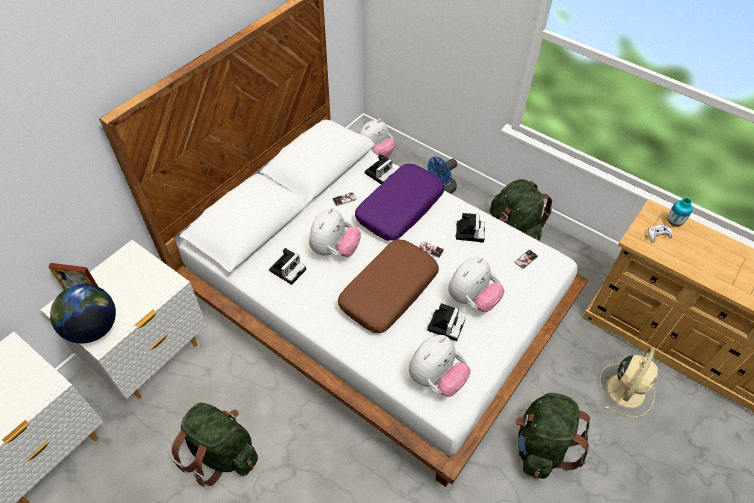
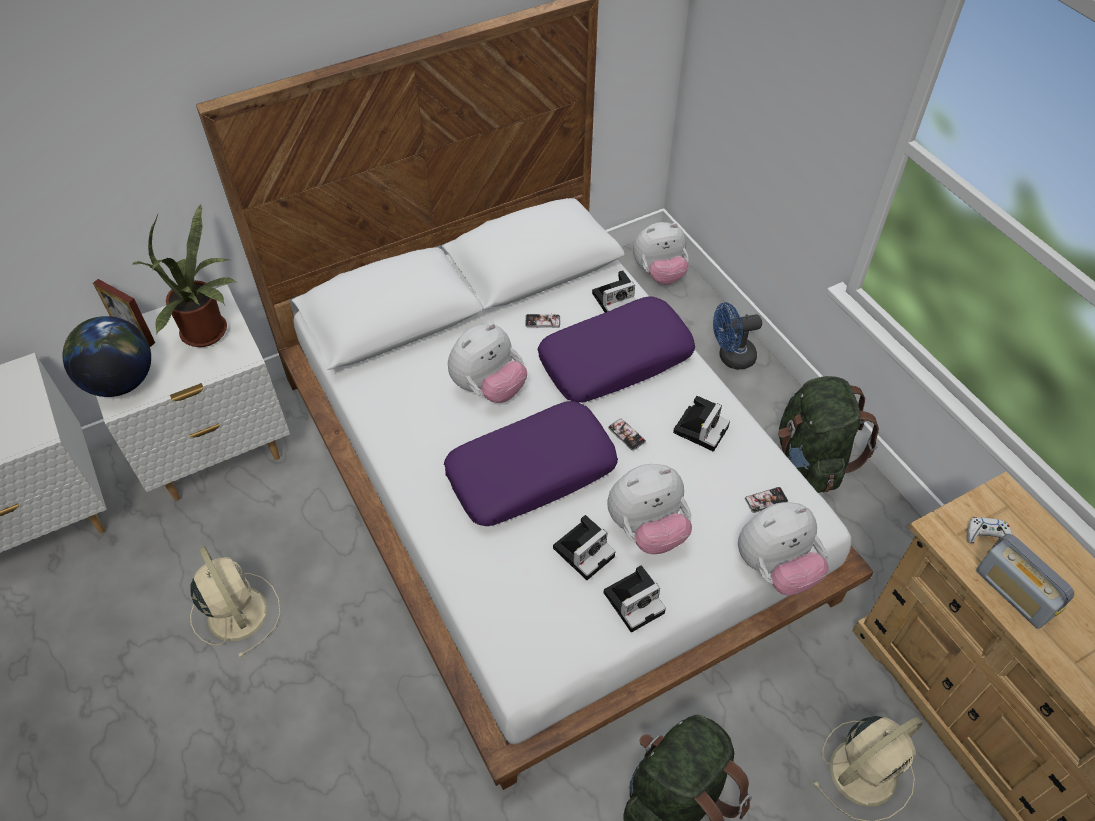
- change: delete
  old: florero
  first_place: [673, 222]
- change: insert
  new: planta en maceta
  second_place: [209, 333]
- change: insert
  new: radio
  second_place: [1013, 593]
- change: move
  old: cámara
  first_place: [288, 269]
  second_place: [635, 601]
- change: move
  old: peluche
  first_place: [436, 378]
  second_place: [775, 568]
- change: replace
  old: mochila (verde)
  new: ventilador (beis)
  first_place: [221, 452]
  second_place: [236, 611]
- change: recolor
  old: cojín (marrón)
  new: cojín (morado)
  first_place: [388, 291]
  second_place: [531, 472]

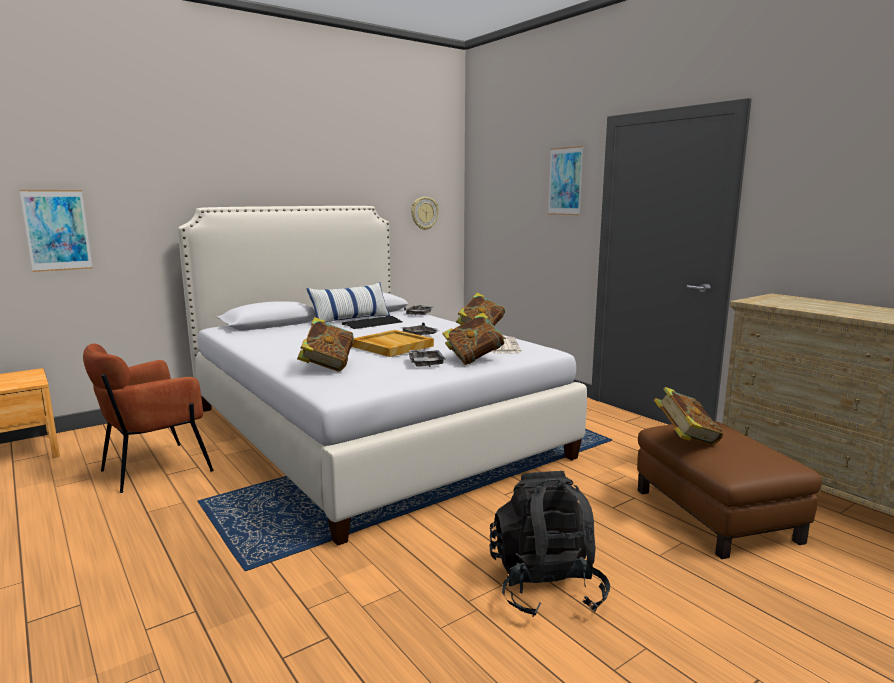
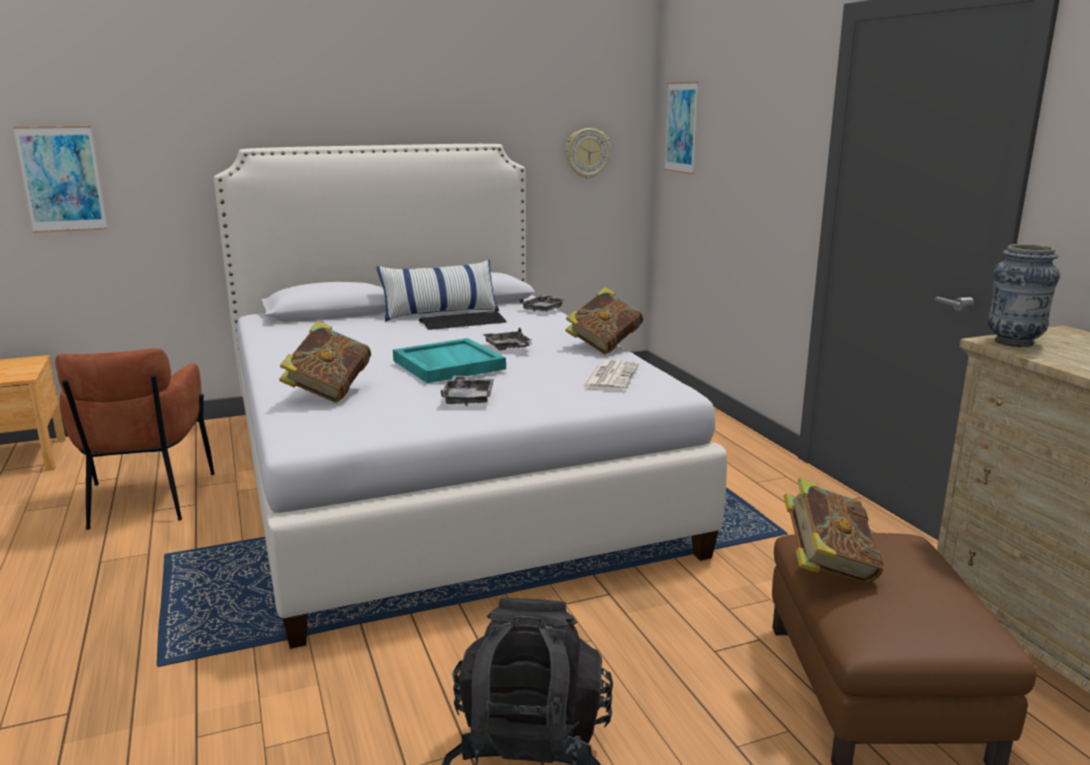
- change: delete
  old: libro
  first_place: [474, 359]
- change: insert
  new: florero
  second_place: [1014, 342]
- change: move
  old: cuadro
  first_place: [565, 181]
  second_place: [681, 127]
- change: recolor
  old: bandeja (beis)
  new: bandeja (turquesa)
  first_place: [391, 346]
  second_place: [447, 364]
- change: rotate
  old: sillón (marrón)
  first_place: [155, 469]
  second_place: [145, 501]
  degrees: -75

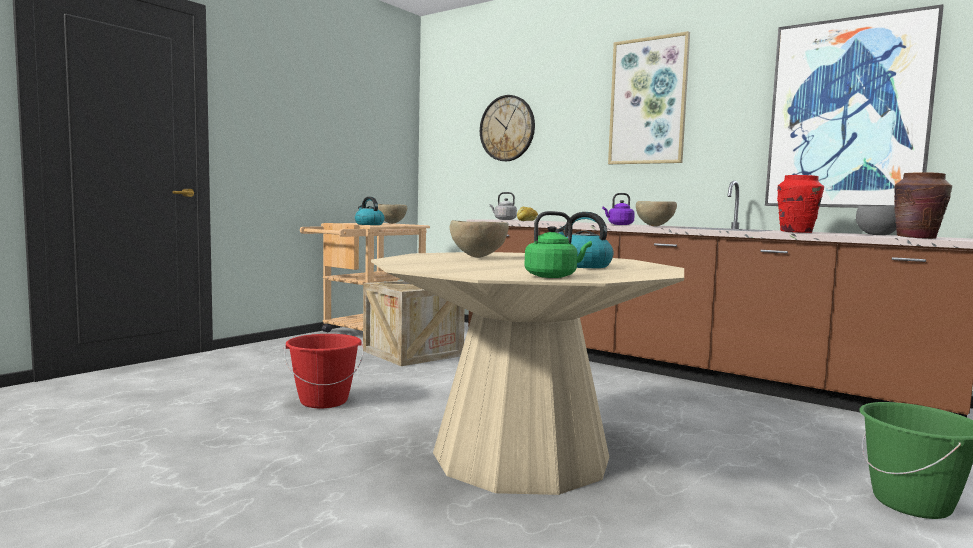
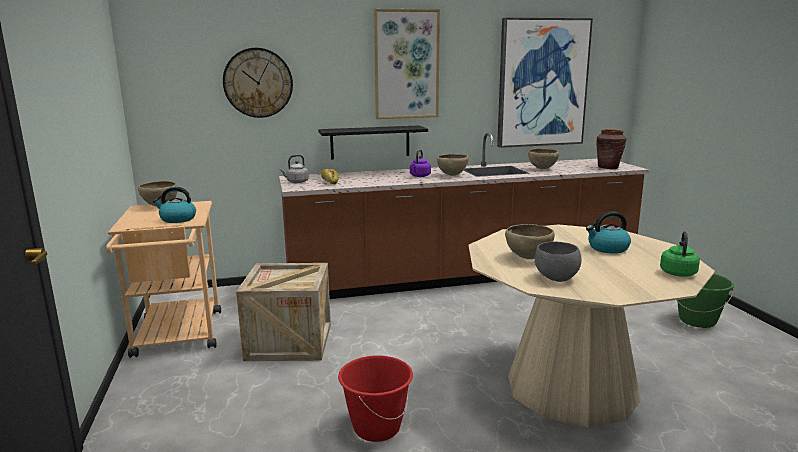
- change: insert
  new: estante (negro)
  second_place: [370, 142]
- change: move
  old: cuenco (gris)
  first_place: [877, 235]
  second_place: [557, 278]
- change: replace
  old: florero (rojo)
  new: cuenco (marrón)
  first_place: [796, 232]
  second_place: [542, 169]

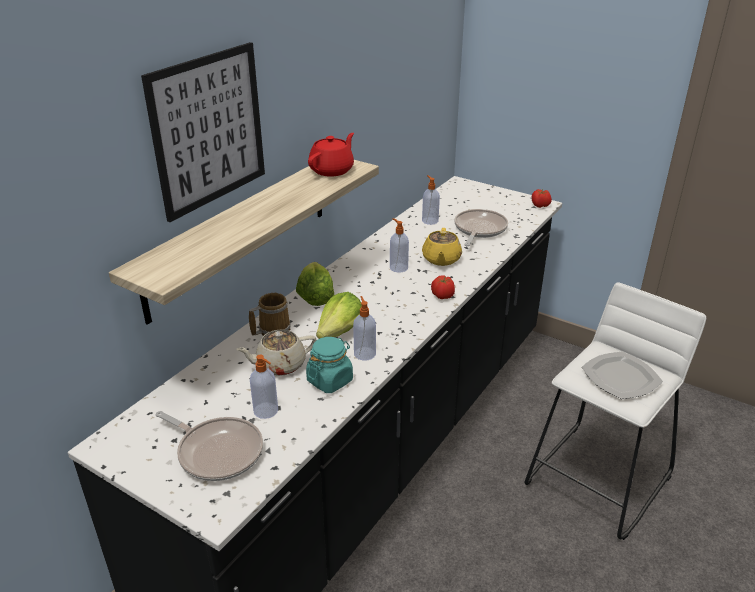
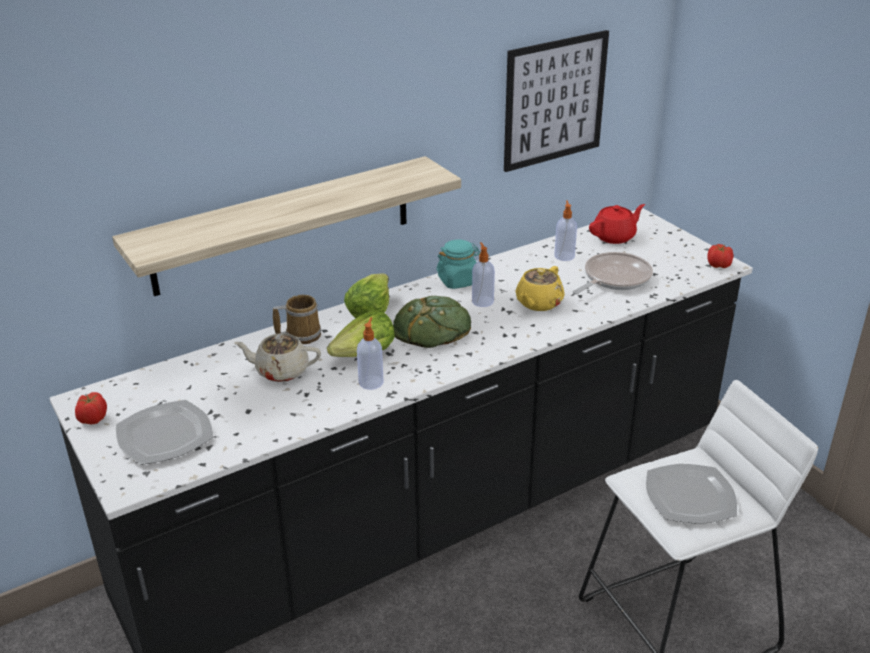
- change: delete
  old: dispensador de jabón
  first_place: [266, 411]
- change: insert
  new: pan
  second_place: [432, 329]
- change: move
  old: cuadro
  first_place: [209, 130]
  second_place: [555, 100]
- change: move
  old: tarro (turquesa)
  first_place: [330, 380]
  second_place: [458, 281]
- change: move
  old: tetera (rojo)
  first_place: [332, 170]
  second_place: [614, 237]
- change: move
  old: tomate
  first_place: [442, 296]
  second_place: [93, 419]
- change: replace
  old: sartén
  new: plato
  first_place: [217, 452]
  second_place: [165, 434]

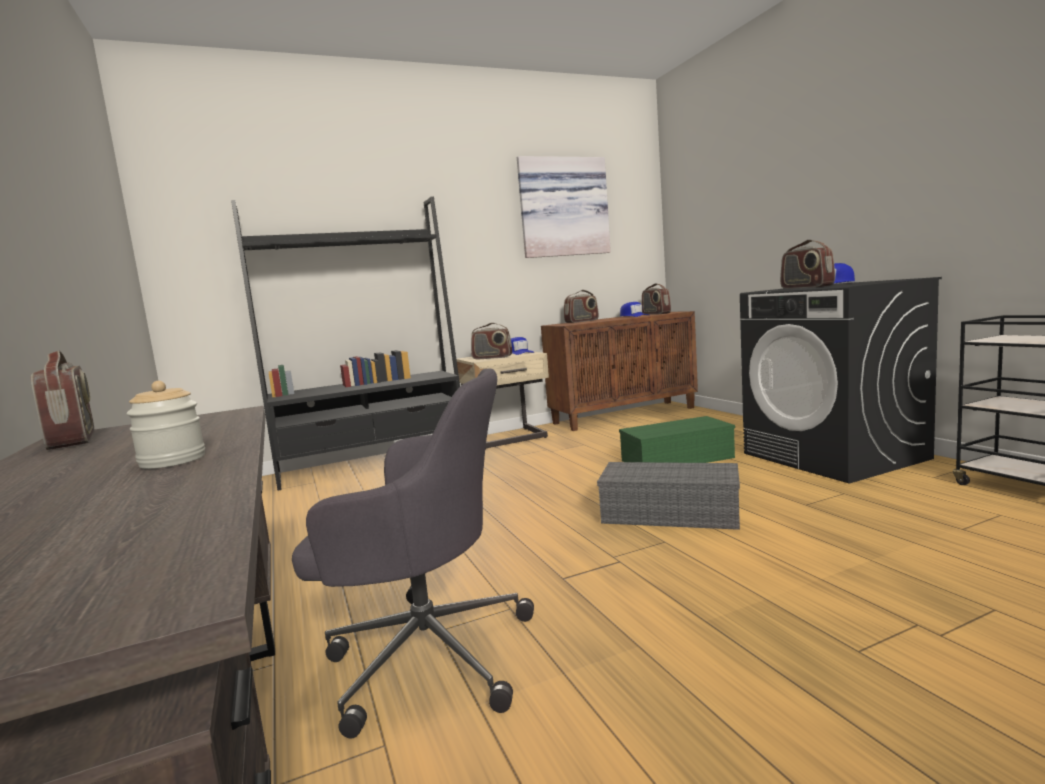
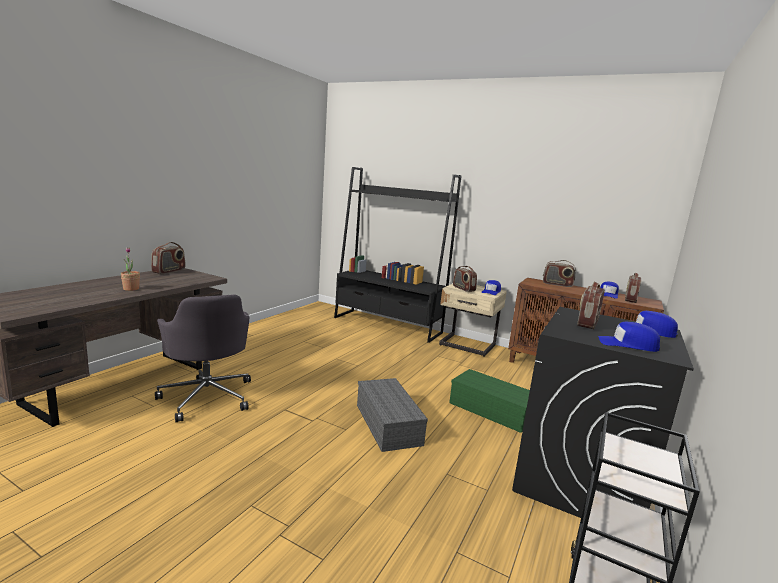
- change: delete
  old: cuadro
  first_place: [562, 207]
- change: insert
  new: gorra (azul)
  second_place: [627, 344]
- change: replace
  old: tarro
  new: planta en maceta
  first_place: [172, 460]
  second_place: [131, 289]

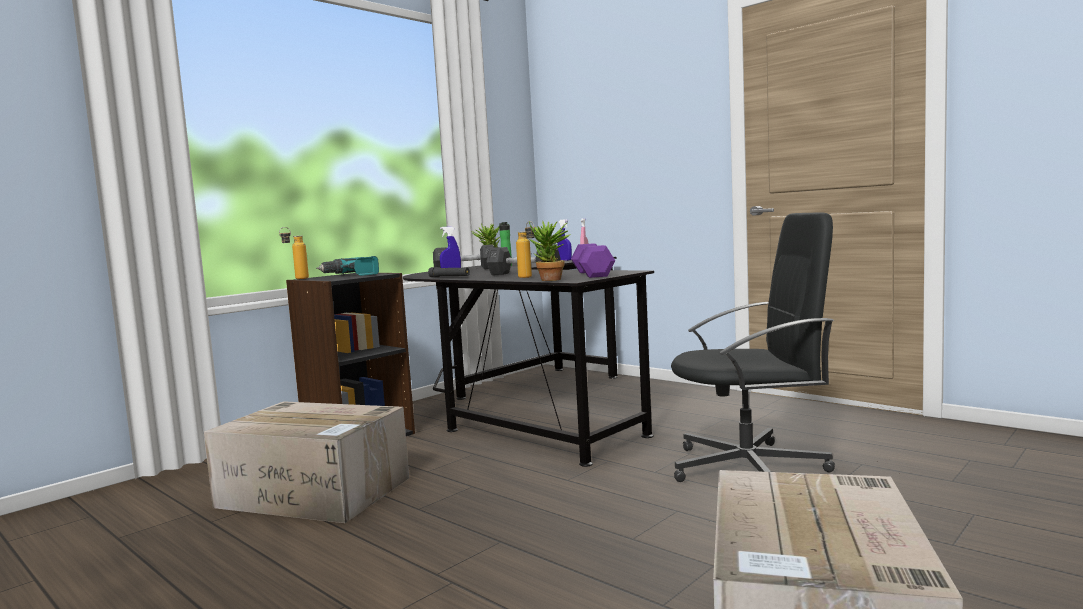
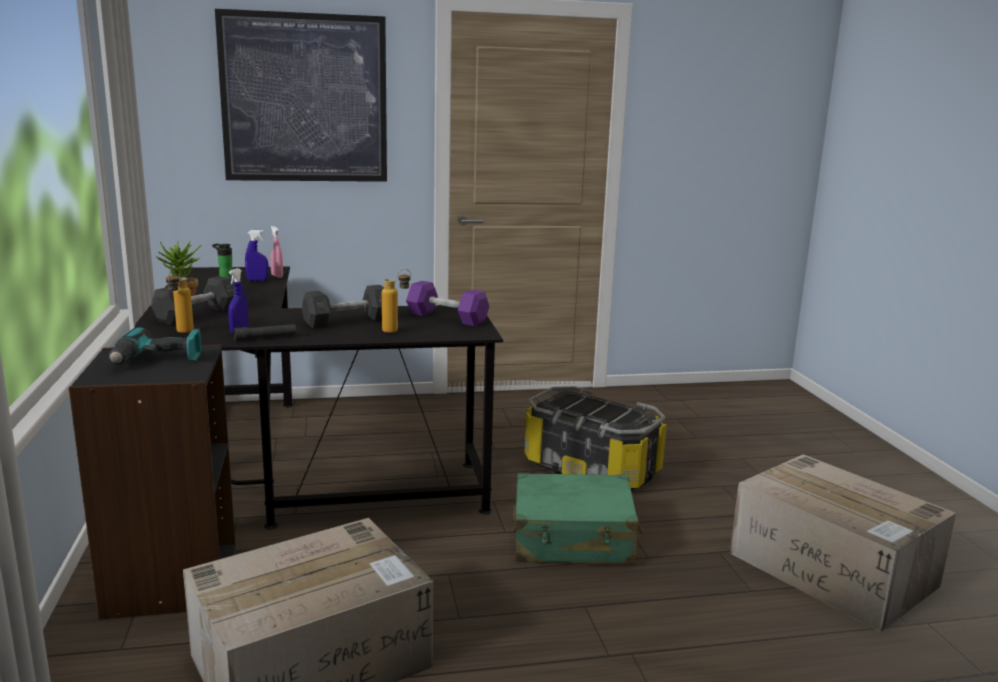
- change: delete
  old: planta en maceta
  first_place: [550, 280]
- change: insert
  new: cuadro
  second_place: [305, 99]
- change: insert
  new: maleta (verde)
  second_place: [573, 539]
- change: move
  old: botella
  first_place: [296, 279]
  second_place: [181, 333]
- change: replace
  old: silla de oficina (negro)
  new: caja de almacenaje
  first_place: [750, 468]
  second_place: [592, 468]

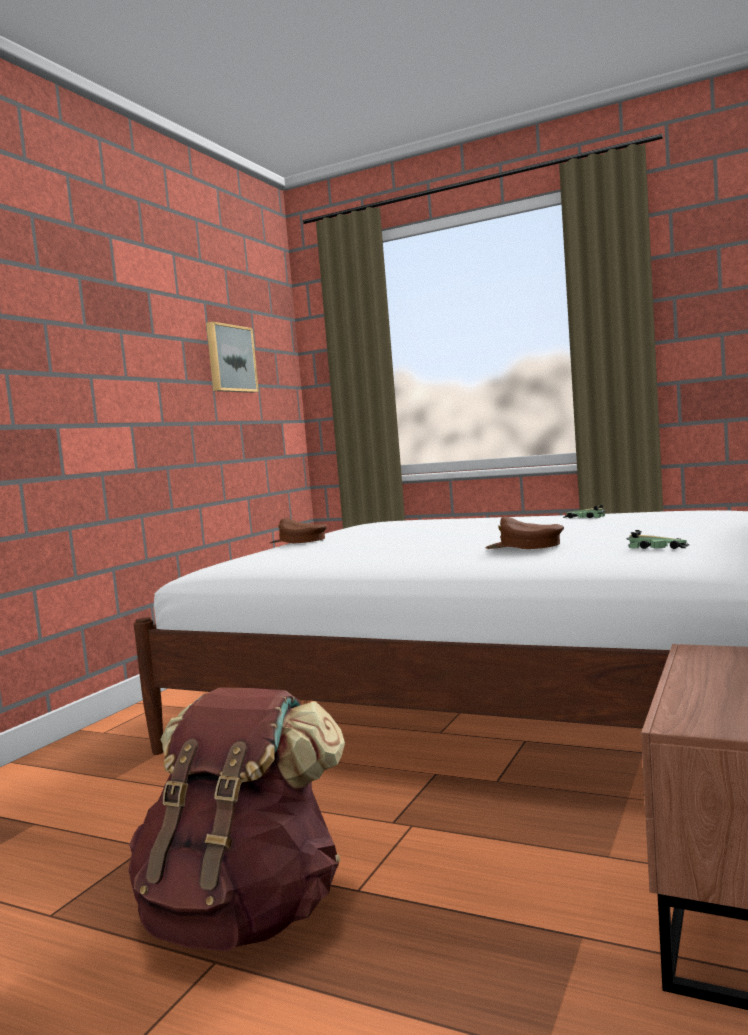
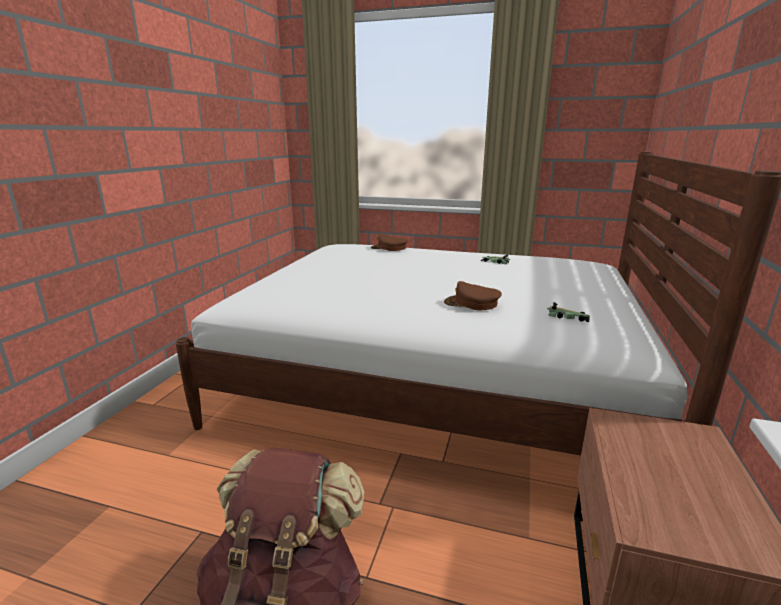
- change: delete
  old: cuadro
  first_place: [230, 359]
- change: move
  old: gorra (marrón)
  first_place: [298, 541]
  second_place: [389, 248]

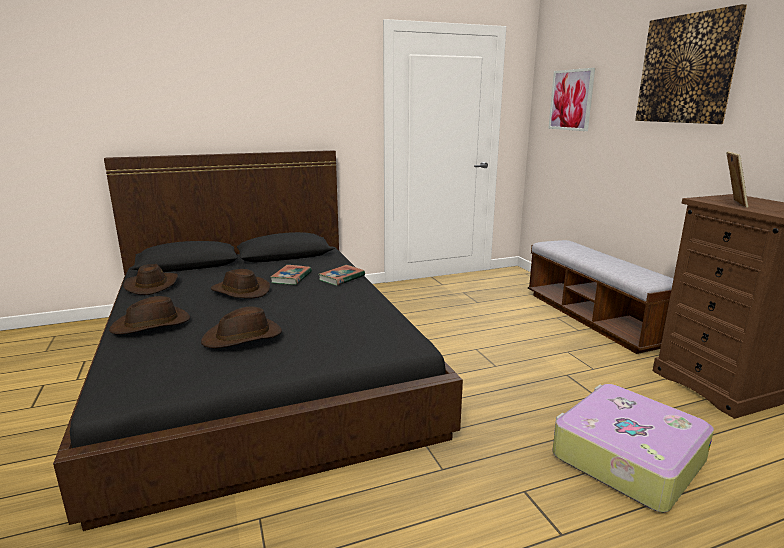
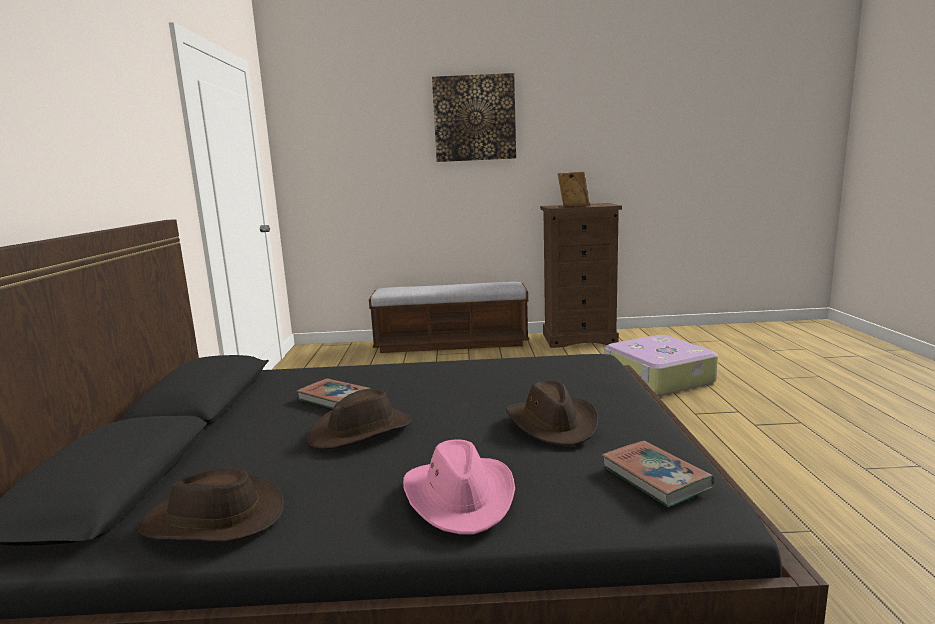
- change: delete
  old: cuadro
  first_place: [571, 100]
- change: move
  old: libro
  first_place: [341, 278]
  second_place: [655, 478]
- change: recolor
  old: sombrero (marrón)
  new: sombrero (rosa)
  first_place: [152, 324]
  second_place: [460, 496]

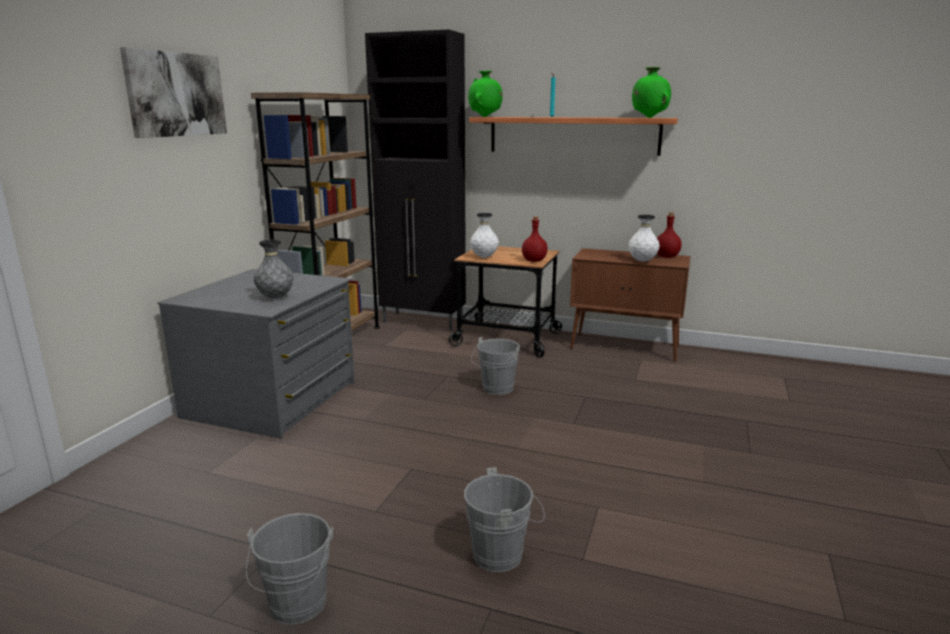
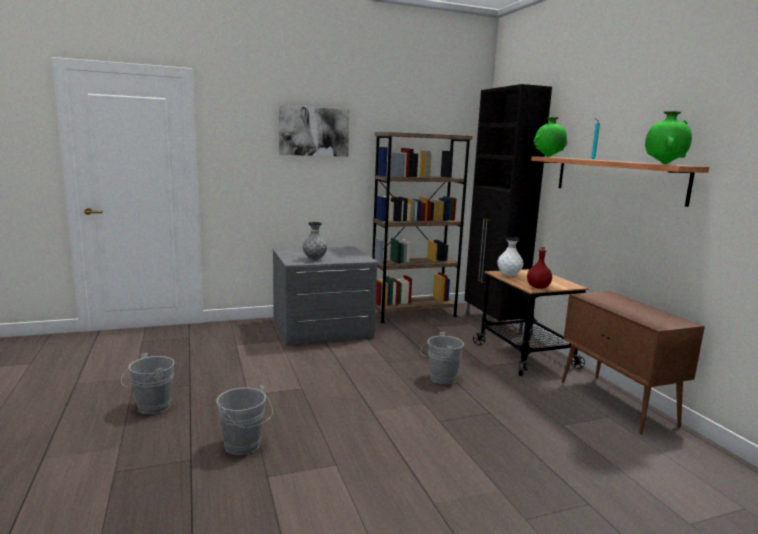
- change: delete
  old: florero (blanco)
  first_place: [642, 261]
- change: delete
  old: botella (rojo)
  first_place: [667, 256]

